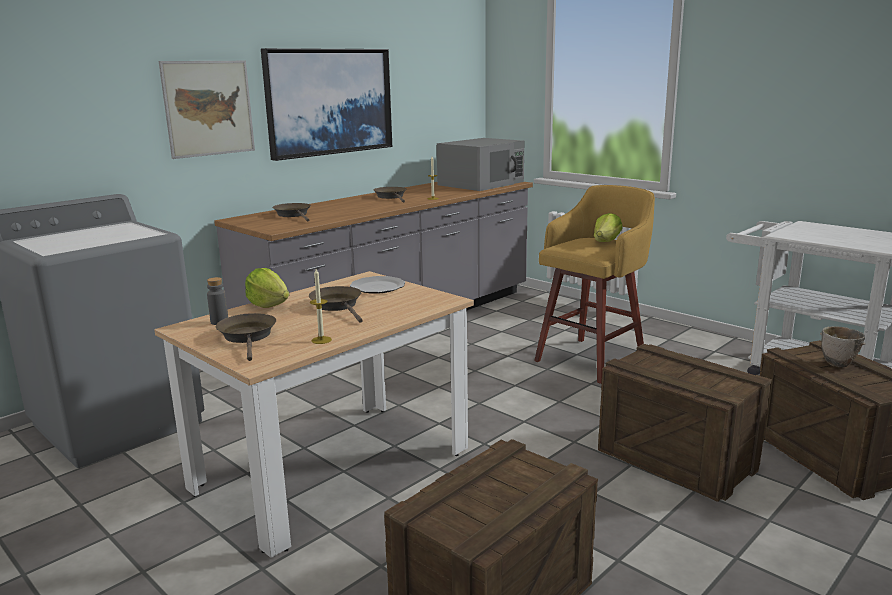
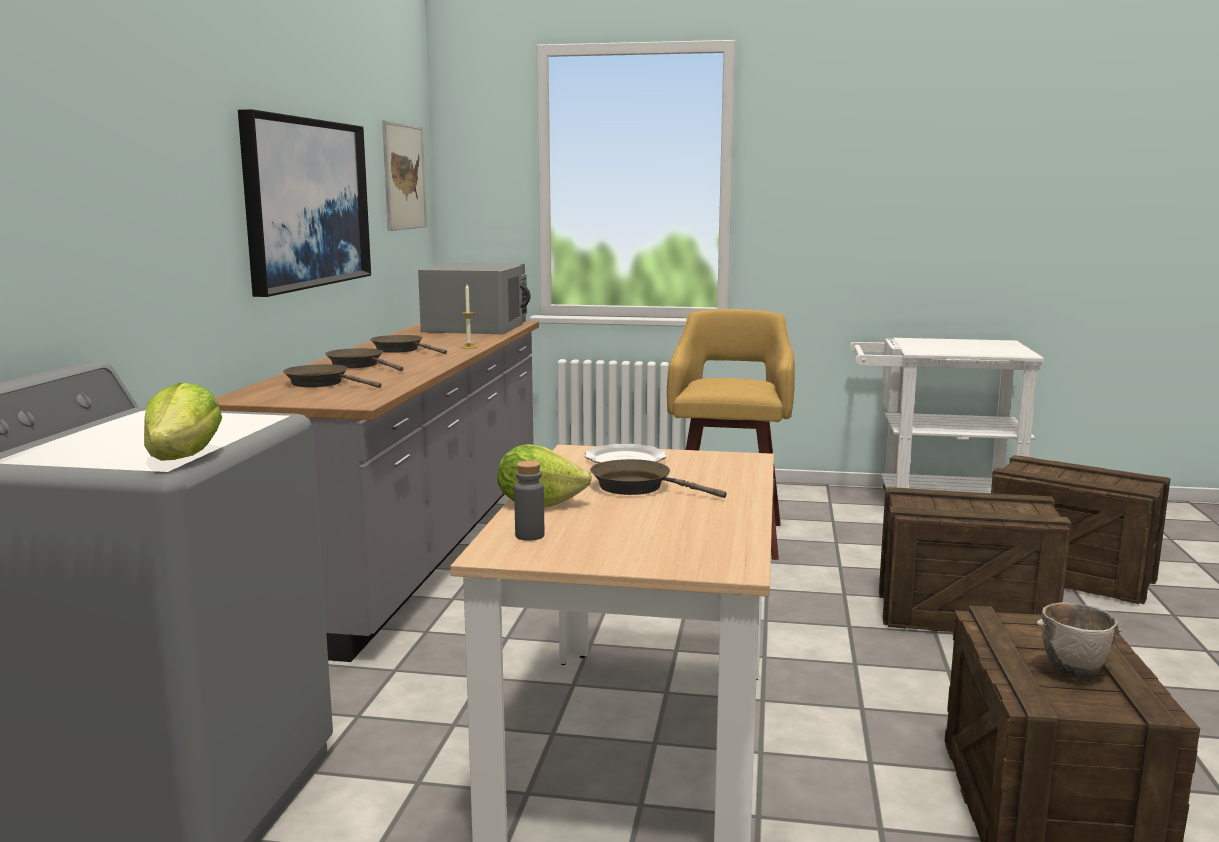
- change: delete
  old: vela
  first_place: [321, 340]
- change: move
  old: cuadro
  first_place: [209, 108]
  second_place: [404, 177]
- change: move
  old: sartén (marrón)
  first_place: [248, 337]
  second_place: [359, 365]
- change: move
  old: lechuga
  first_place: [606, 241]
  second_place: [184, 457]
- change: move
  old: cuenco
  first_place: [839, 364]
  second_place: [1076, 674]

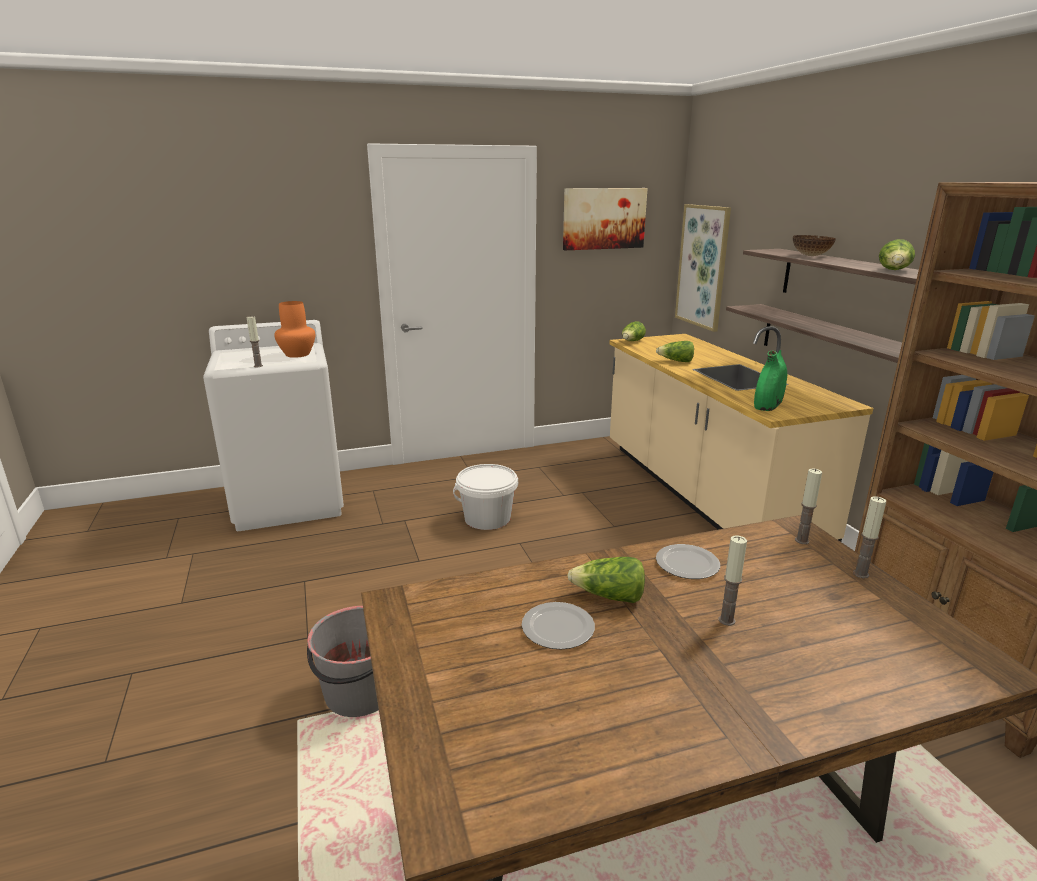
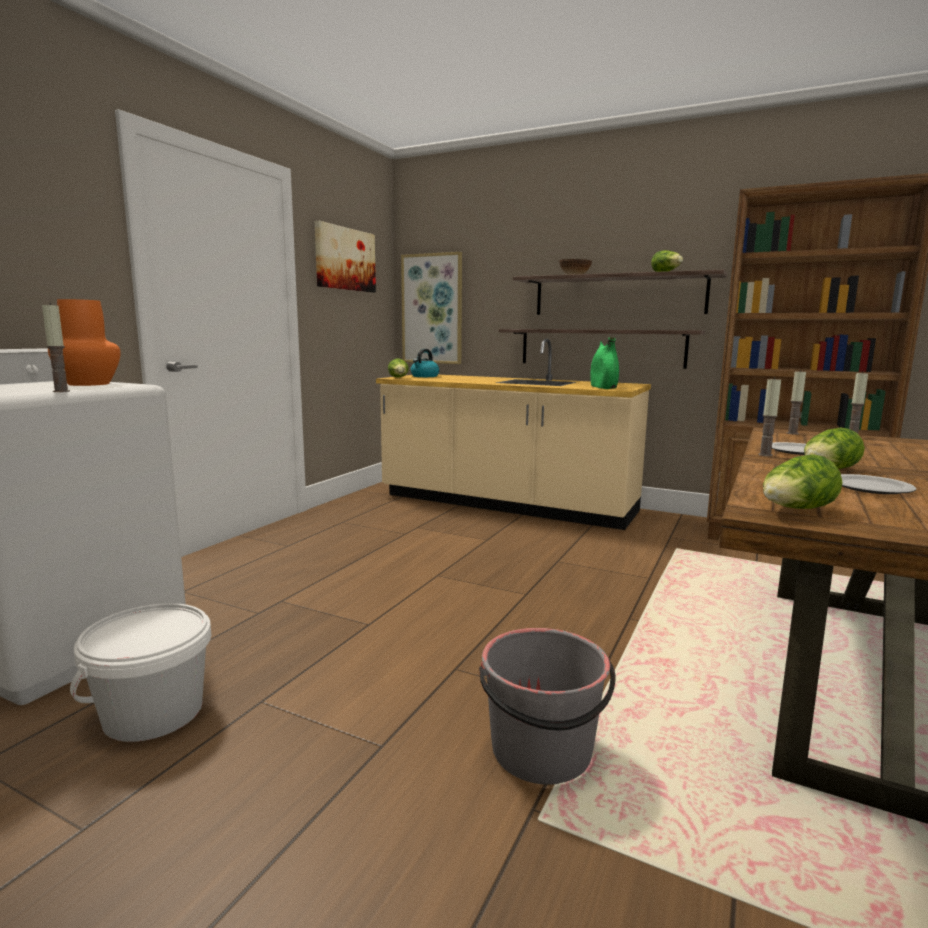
- change: insert
  new: hervidor
  second_place: [424, 376]
- change: move
  old: cubo (blanco)
  first_place: [487, 518]
  second_place: [153, 713]
- change: move
  old: lechuga
  first_place: [676, 361]
  second_place: [795, 510]
- change: move
  old: vela
  first_place: [726, 620]
  second_place: [765, 455]

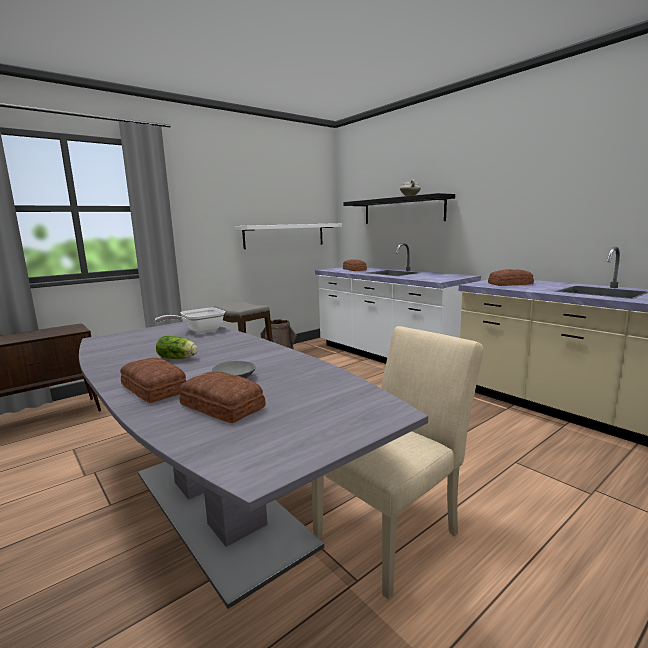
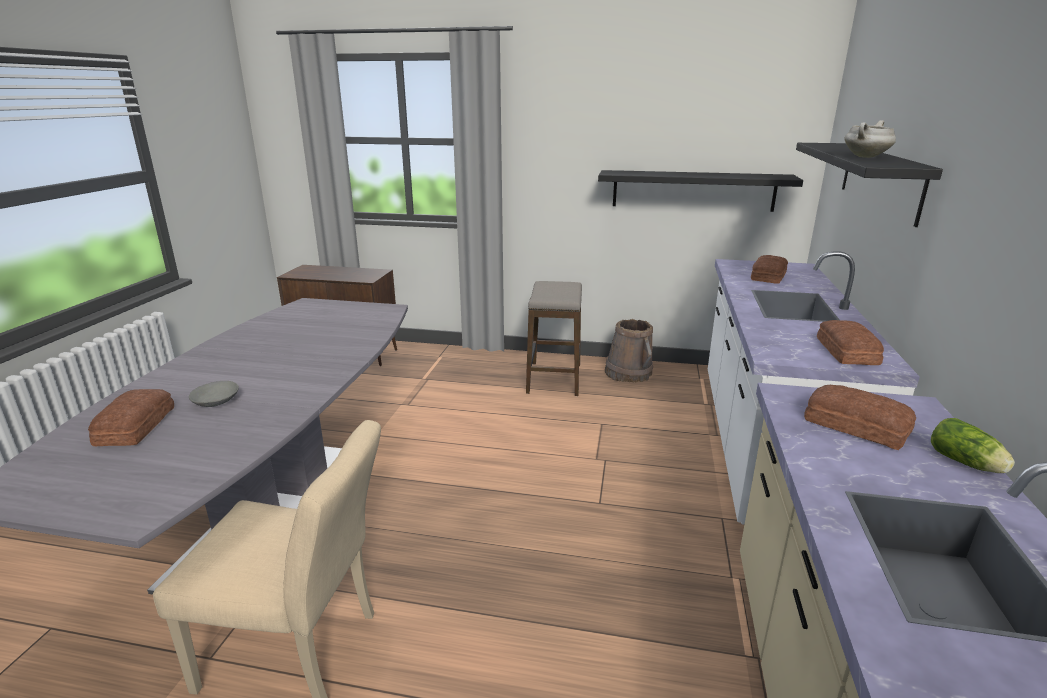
- change: delete
  old: sartén
  first_place: [199, 331]
- change: move
  old: pan
  first_place: [153, 389]
  second_place: [845, 351]
- change: move
  old: lechuga
  first_place: [179, 358]
  second_place: [967, 464]
- change: recolor
  old: estante (blanco)
  new: estante (negro)
  first_place: [285, 235]
  second_place: [693, 190]

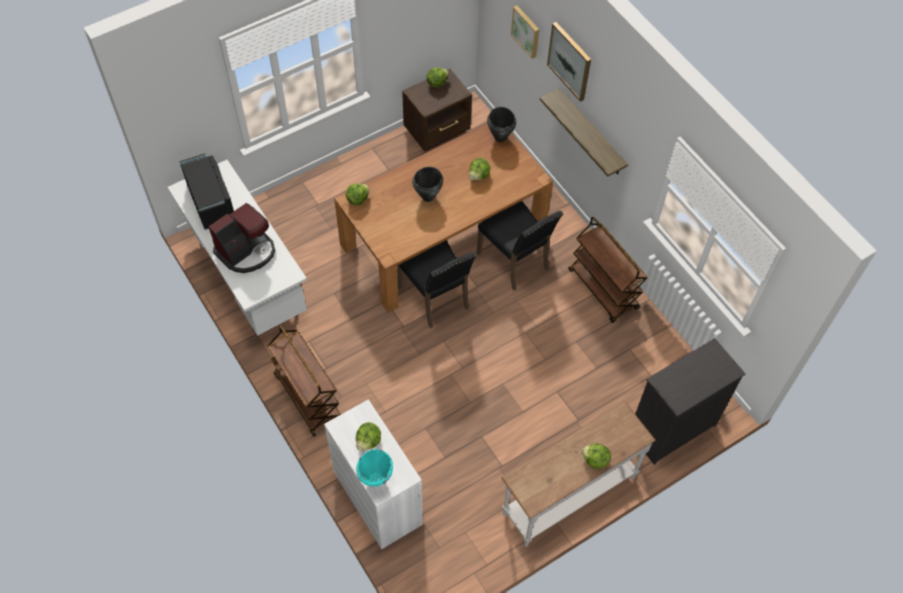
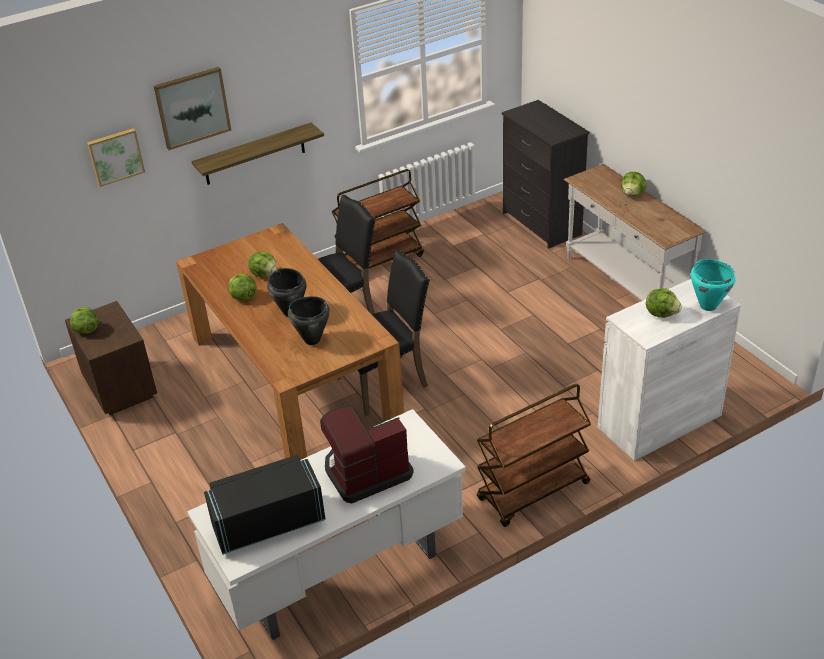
- change: move
  old: lechuga
  first_place: [357, 199]
  second_place: [243, 297]
- change: move
  old: olla (negro)
  first_place: [500, 137]
  second_place: [312, 340]
- change: rotate
  old: cafetera
  first_place: [247, 251]
  second_place: [366, 472]
  degrees: -75

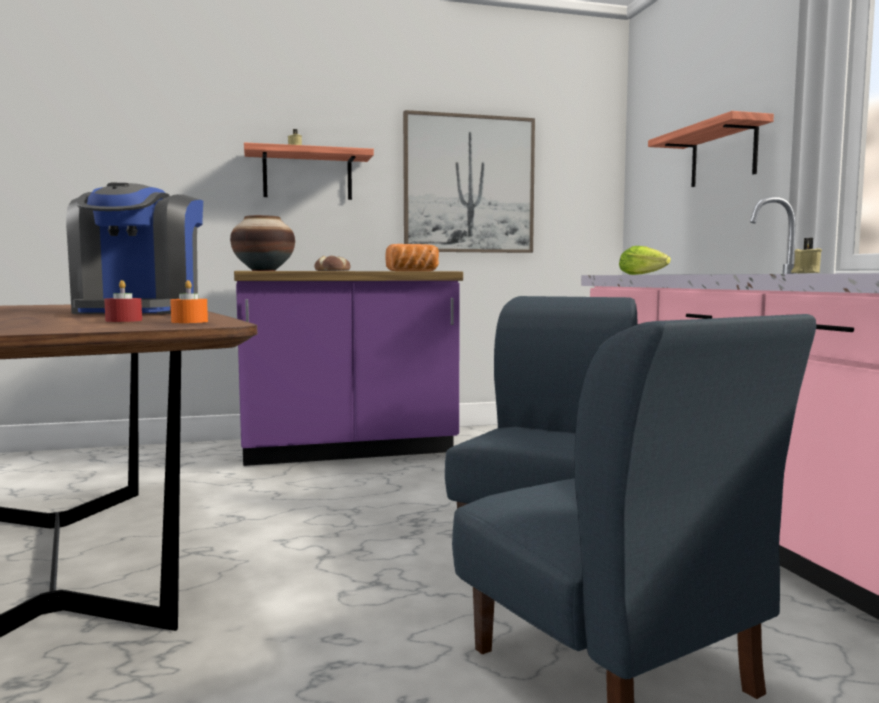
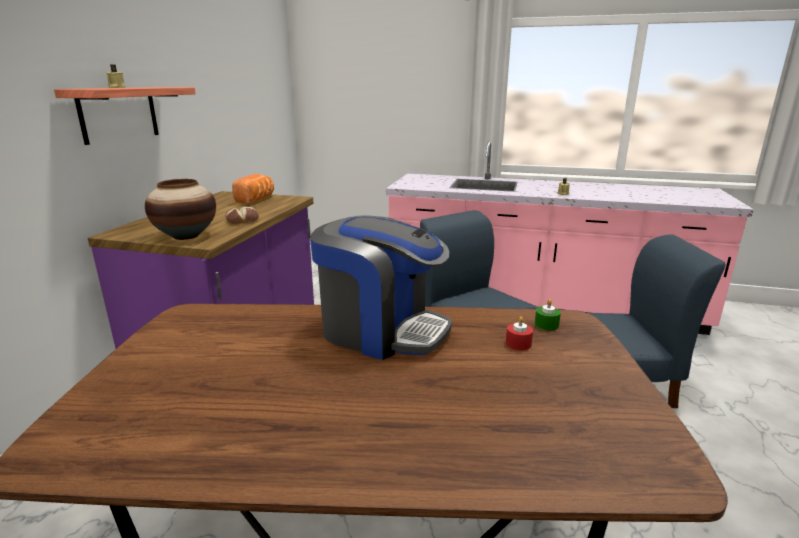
- change: delete
  old: cuadro
  first_place: [469, 184]
- change: delete
  old: lechuga
  first_place: [644, 274]
- change: delete
  old: estante
  first_place: [723, 155]
- change: recolor
  old: vela (naranja)
  new: vela (verde)
  first_place: [189, 322]
  second_place: [546, 325]

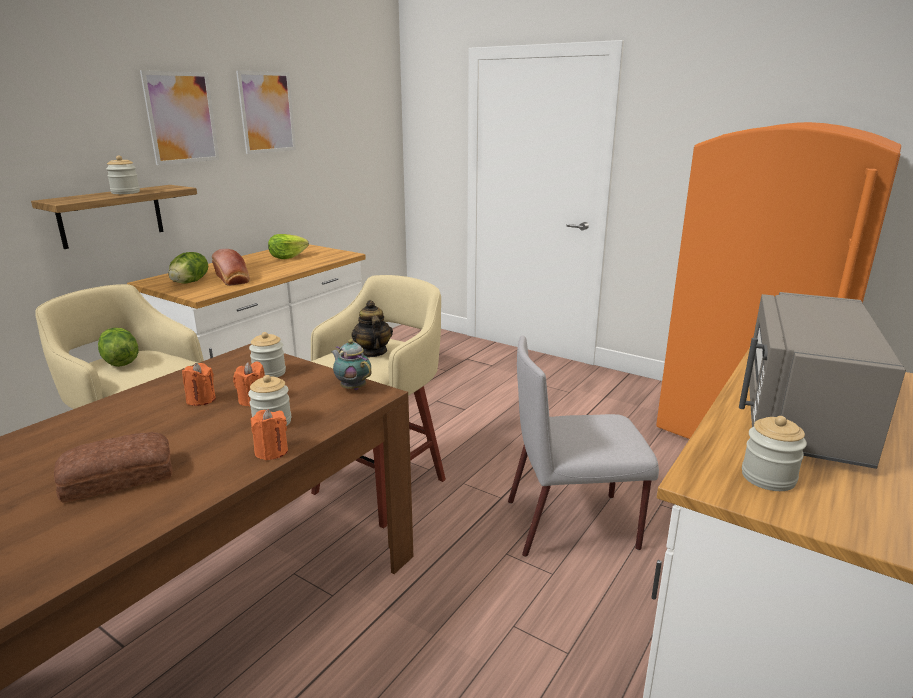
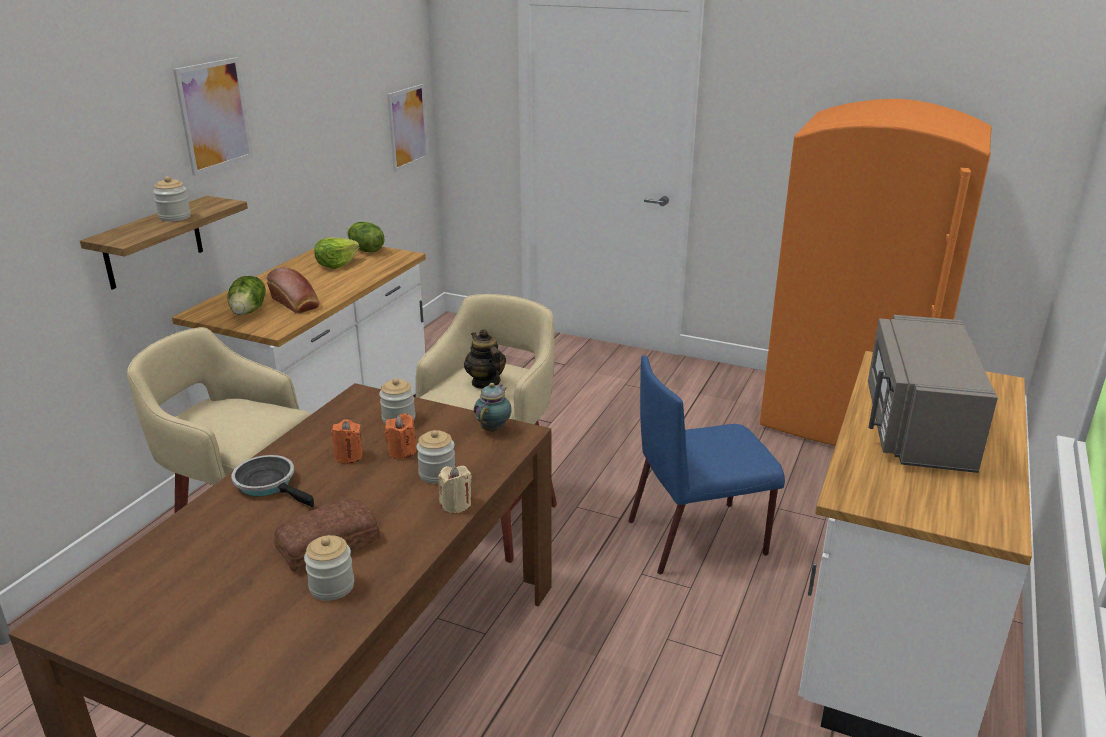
- change: insert
  new: sartén
  second_place: [269, 484]
- change: move
  old: lechuga
  first_place: [120, 362]
  second_place: [365, 250]
- change: move
  old: cuadro
  first_place: [267, 112]
  second_place: [407, 127]
- change: move
  old: tarro
  first_place: [768, 477]
  second_place: [332, 586]
- change: recolor
  old: vela (naranja)
  new: vela (beis)
  first_place: [271, 451]
  second_place: [456, 504]
- change: recolor
  old: silla (gris)
  new: silla (azul)
  first_place: [573, 524]
  second_place: [699, 537]
- change: rotate
  old: tetera
  first_place: [352, 388]
  second_place: [494, 428]
  degrees: 75

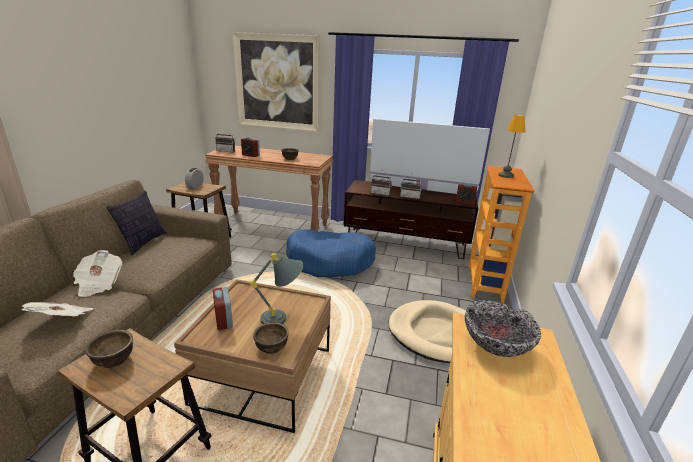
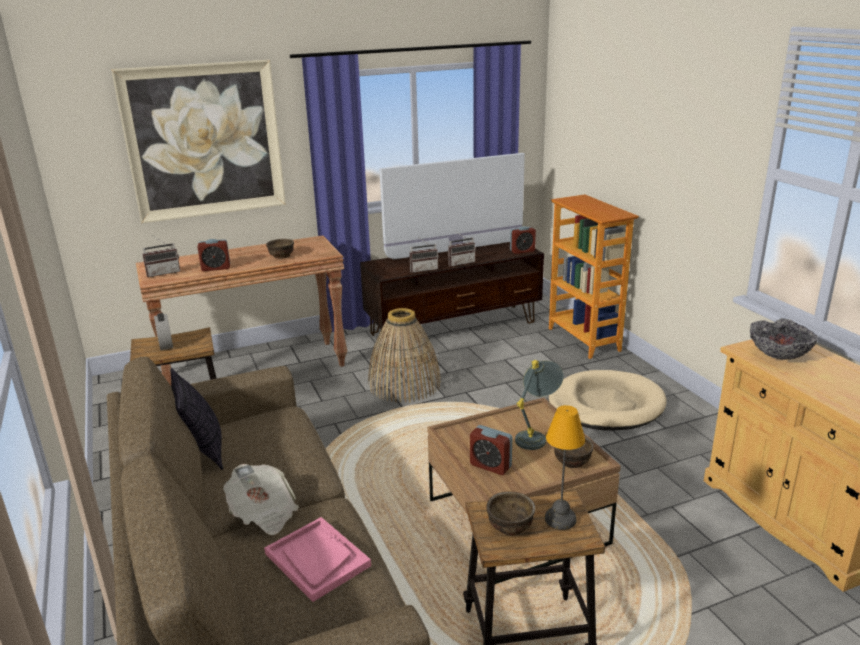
- change: move
  old: lámpara de mesa
  first_place: [505, 175]
  second_place: [560, 519]
- change: replace
  old: periódico
  new: bandeja (rosa)
  first_place: [63, 320]
  second_place: [317, 560]
- change: replace
  old: cama para perro (azul)
  new: cesta
  first_place: [330, 262]
  second_place: [404, 384]

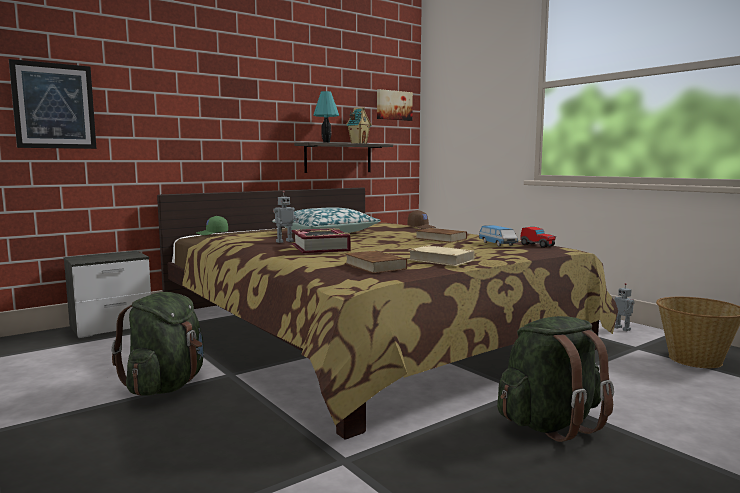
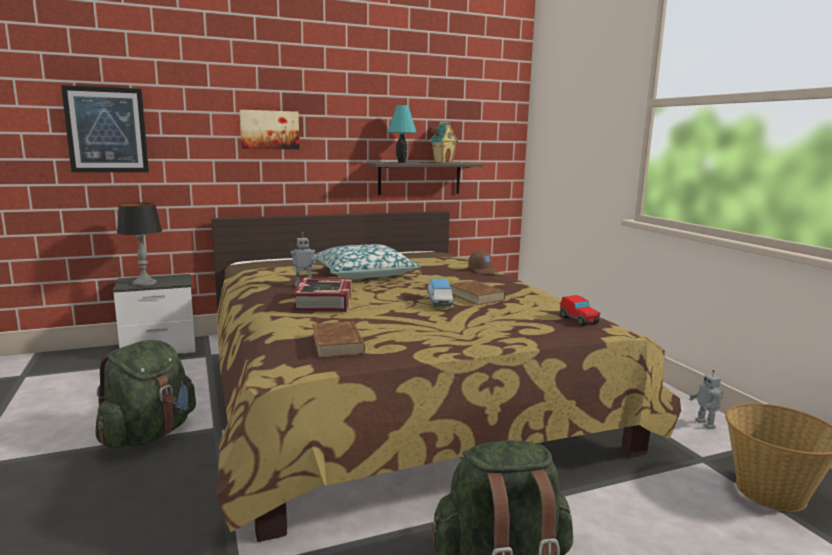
- change: delete
  old: gorra (verde)
  first_place: [212, 233]
- change: delete
  old: libro (beis)
  first_place: [440, 260]
- change: insert
  new: lámpara de mesa
  second_place: [144, 283]
- change: move
  old: cuadro
  first_place: [393, 105]
  second_place: [269, 130]
- change: move
  old: coche de juguete
  first_place: [497, 244]
  second_place: [440, 302]

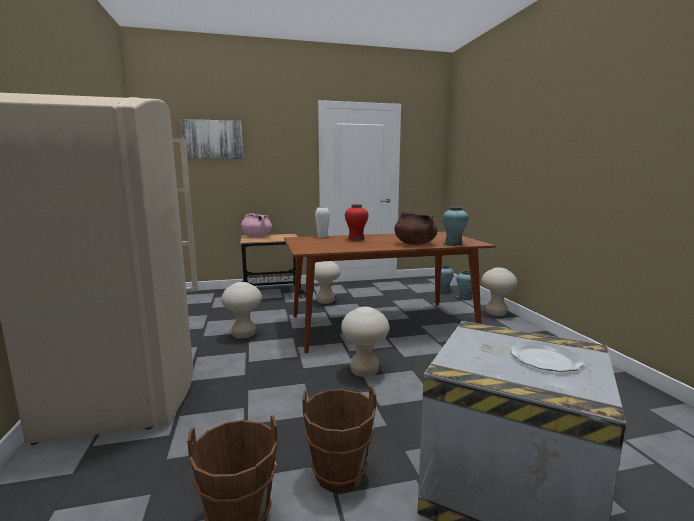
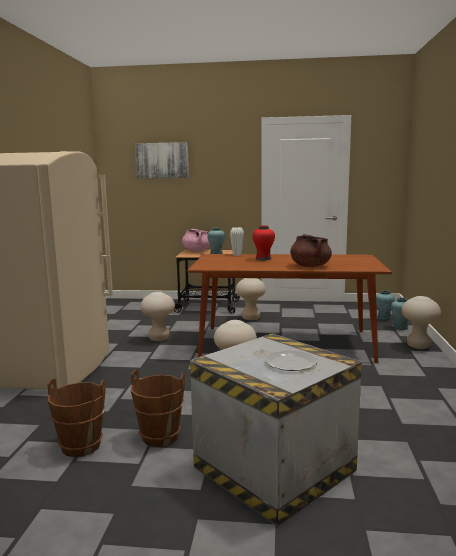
- change: move
  old: florero (turquesa)
  first_place: [453, 244]
  second_place: [216, 254]

